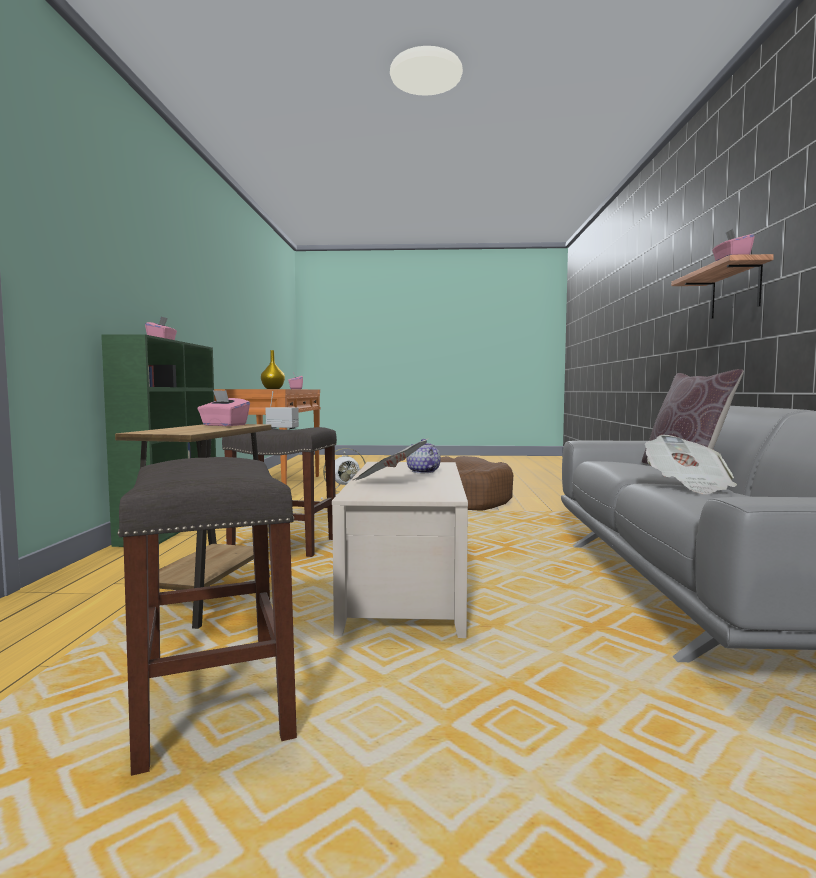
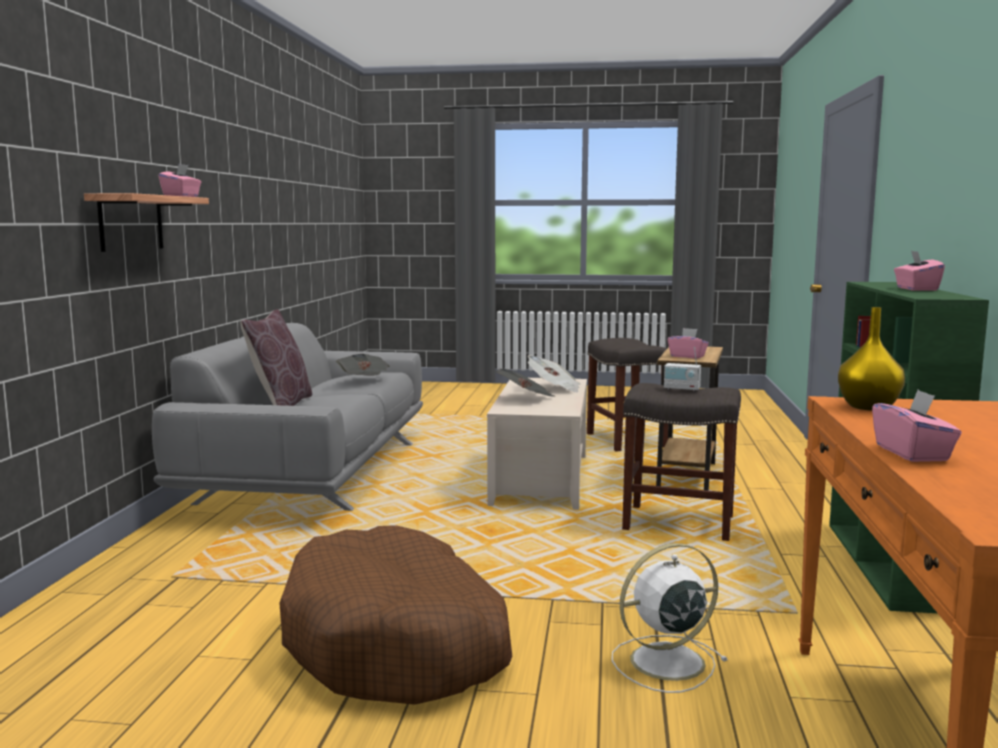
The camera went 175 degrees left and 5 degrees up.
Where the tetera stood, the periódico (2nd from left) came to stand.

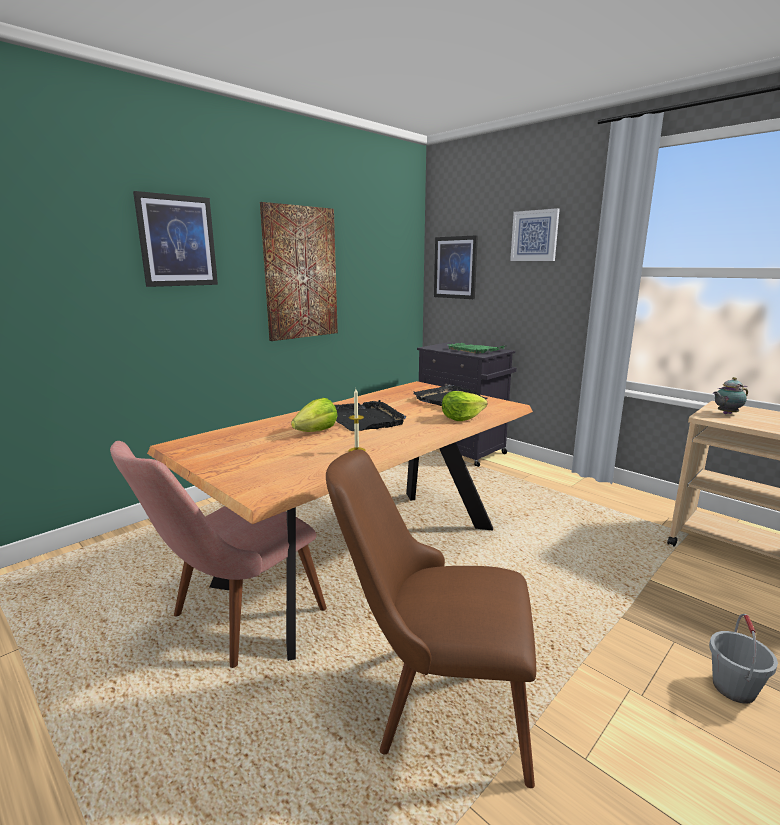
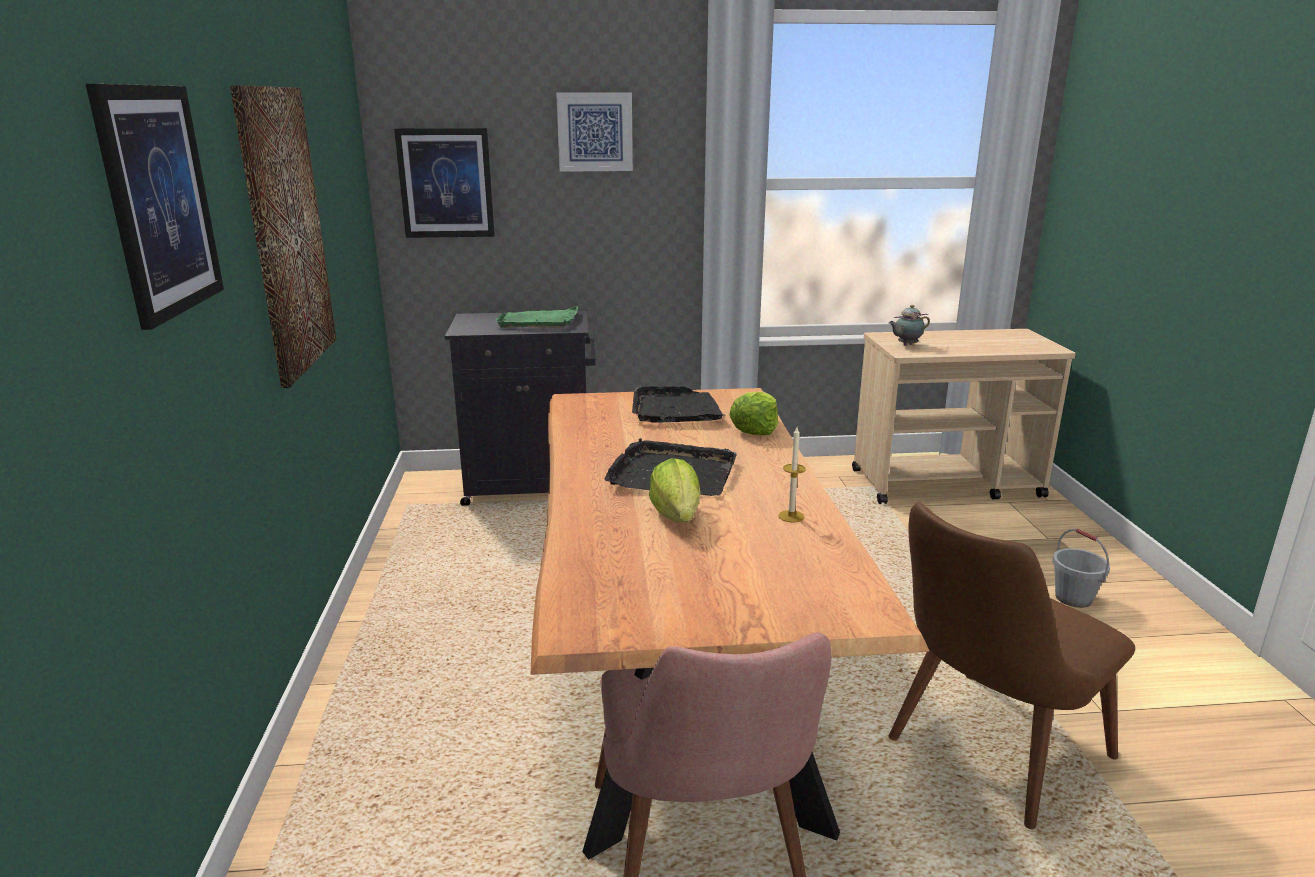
The camera went 50 degrees left and 5 degrees up.
The tetera ended up facing another way, 45 degrees clockwise from before.

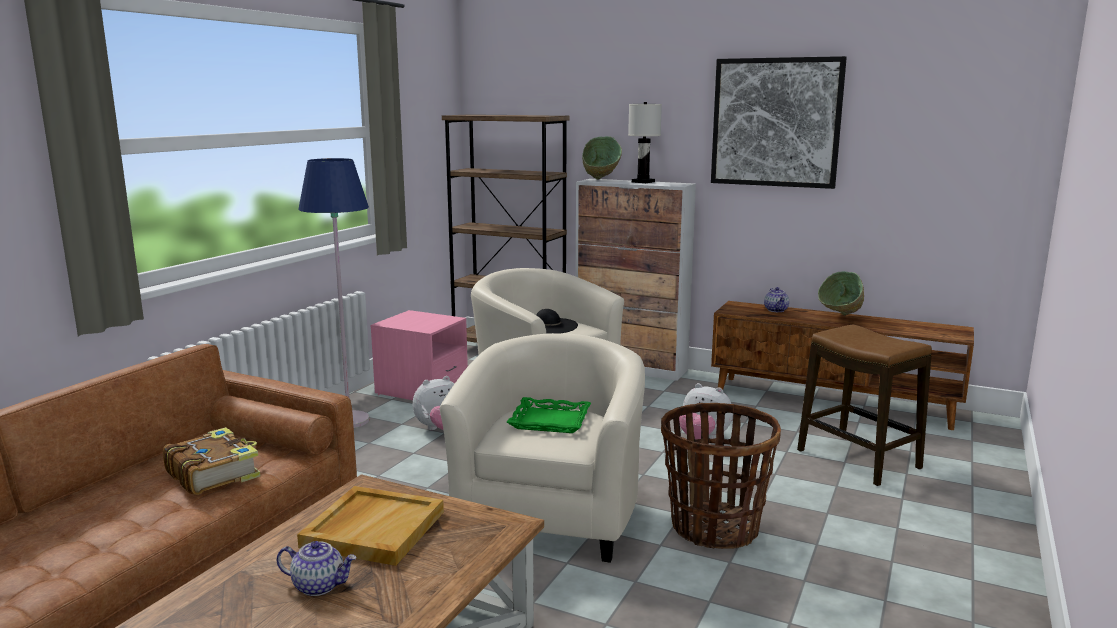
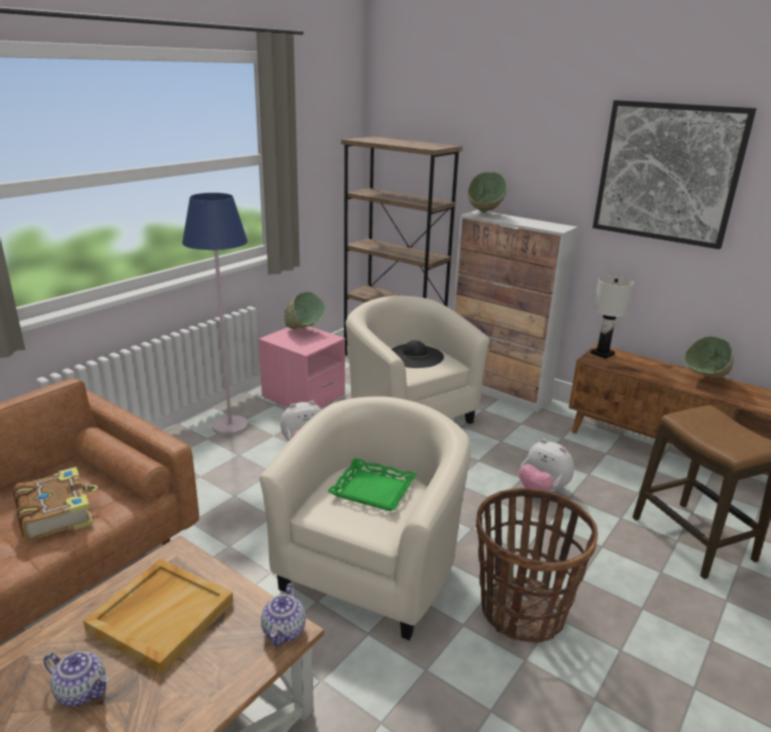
The camera went 10 degrees right and 10 degrees up.
The tetera (2nd from left) ended up elsewhere.
The second view gained the cuenco [verde] (1st from left).
The lámpara de mesa [blanco] ended up elsewhere.

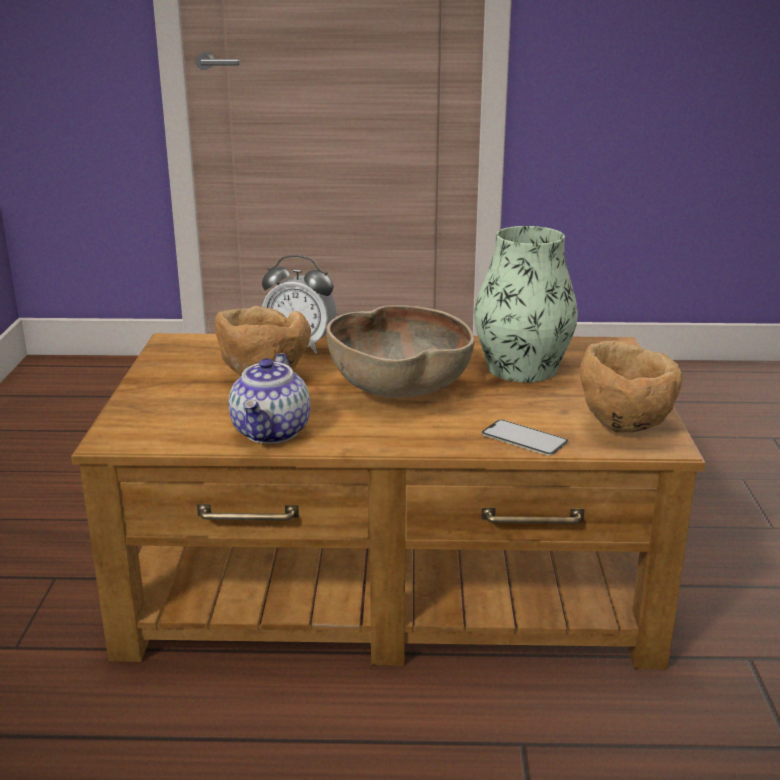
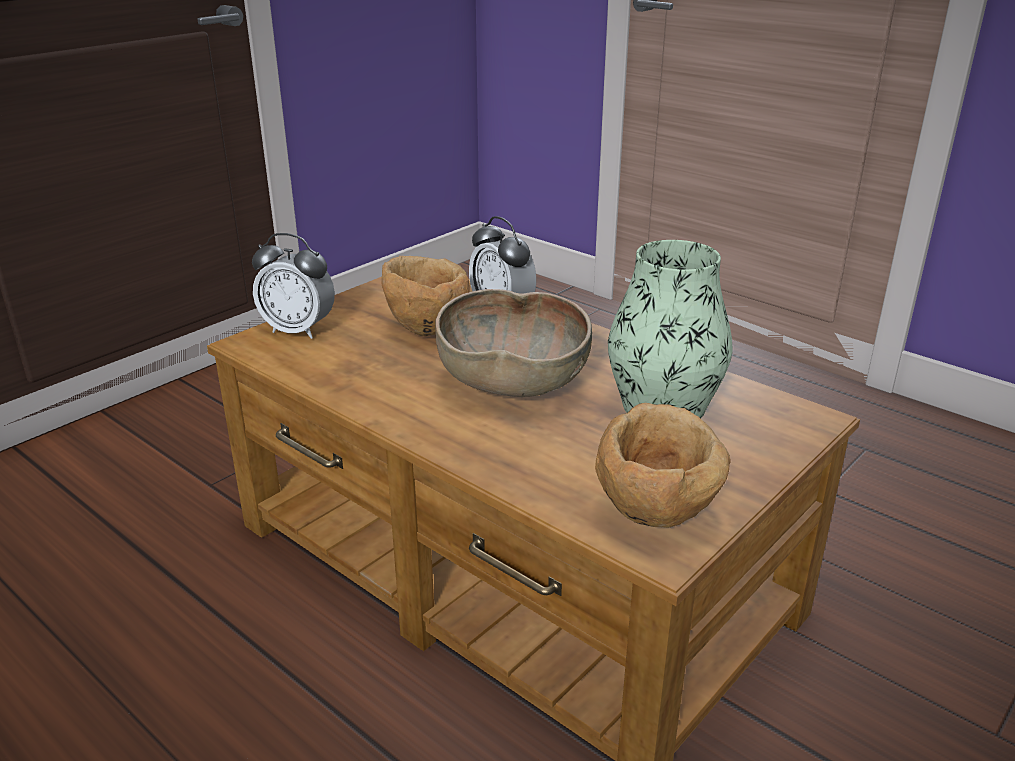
The camera went 40 degrees right and 5 degrees up.
The second view gained the despertador (1st from left).
The second view lost the tetera.
The second view lost the móvil.

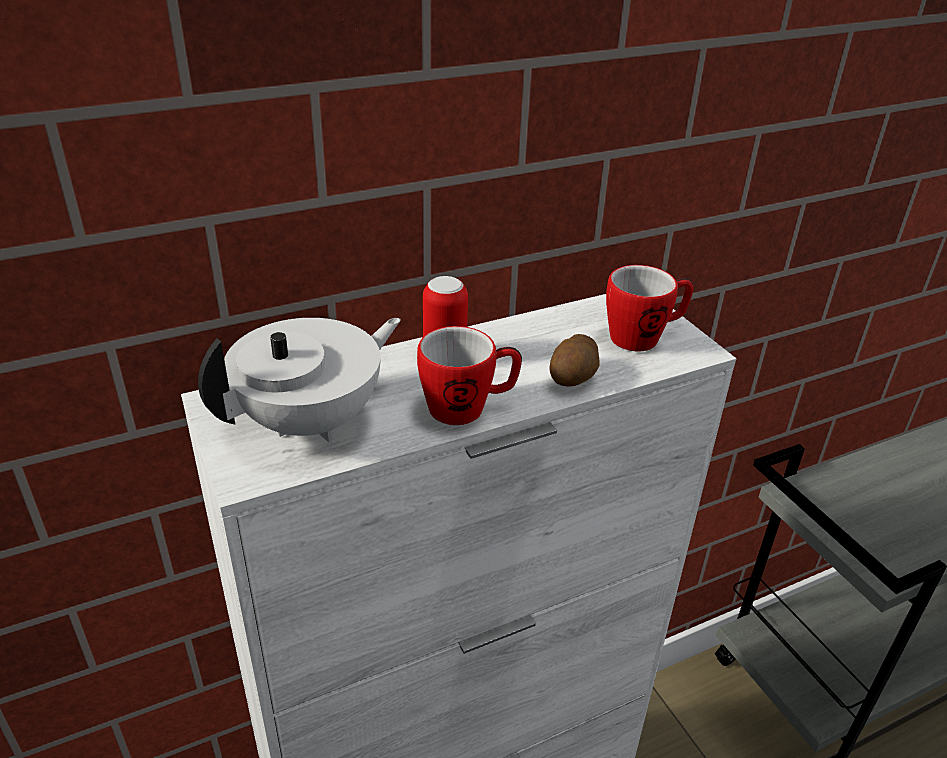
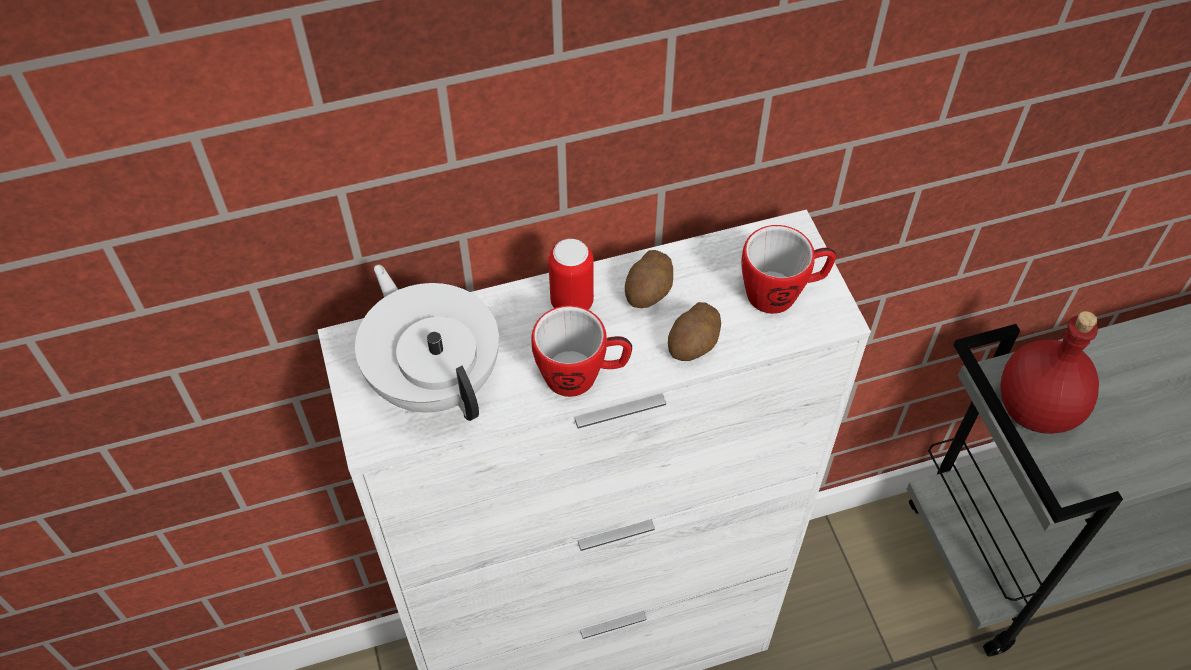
The camera went 10 degrees right and 20 degrees up.
The tetera [blanco] ended up facing another way, 90 degrees counterclockwise from before.
The second view gained the patata (1st from left).
The second view gained the botella [rojo].

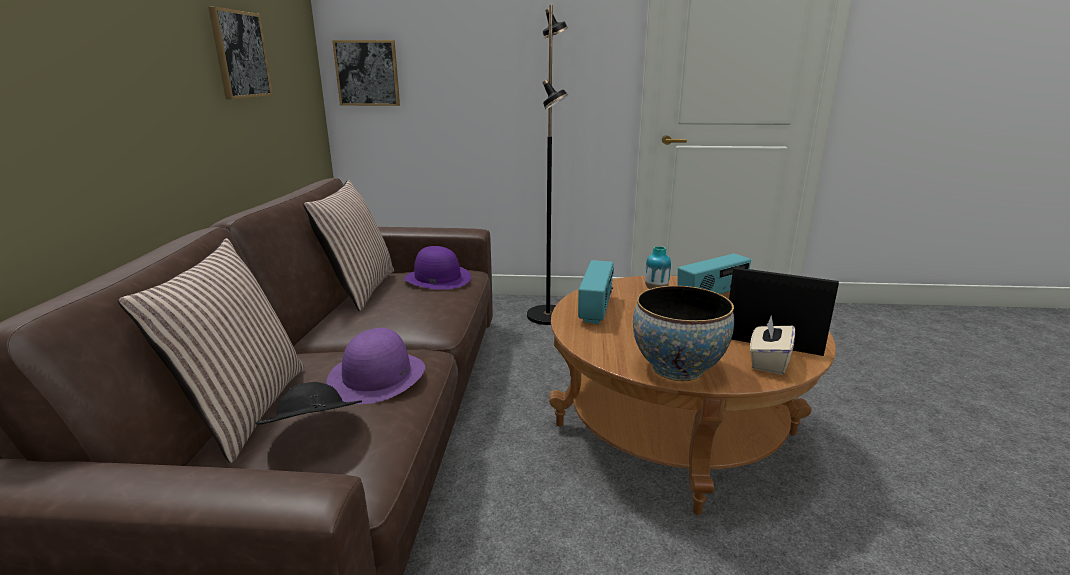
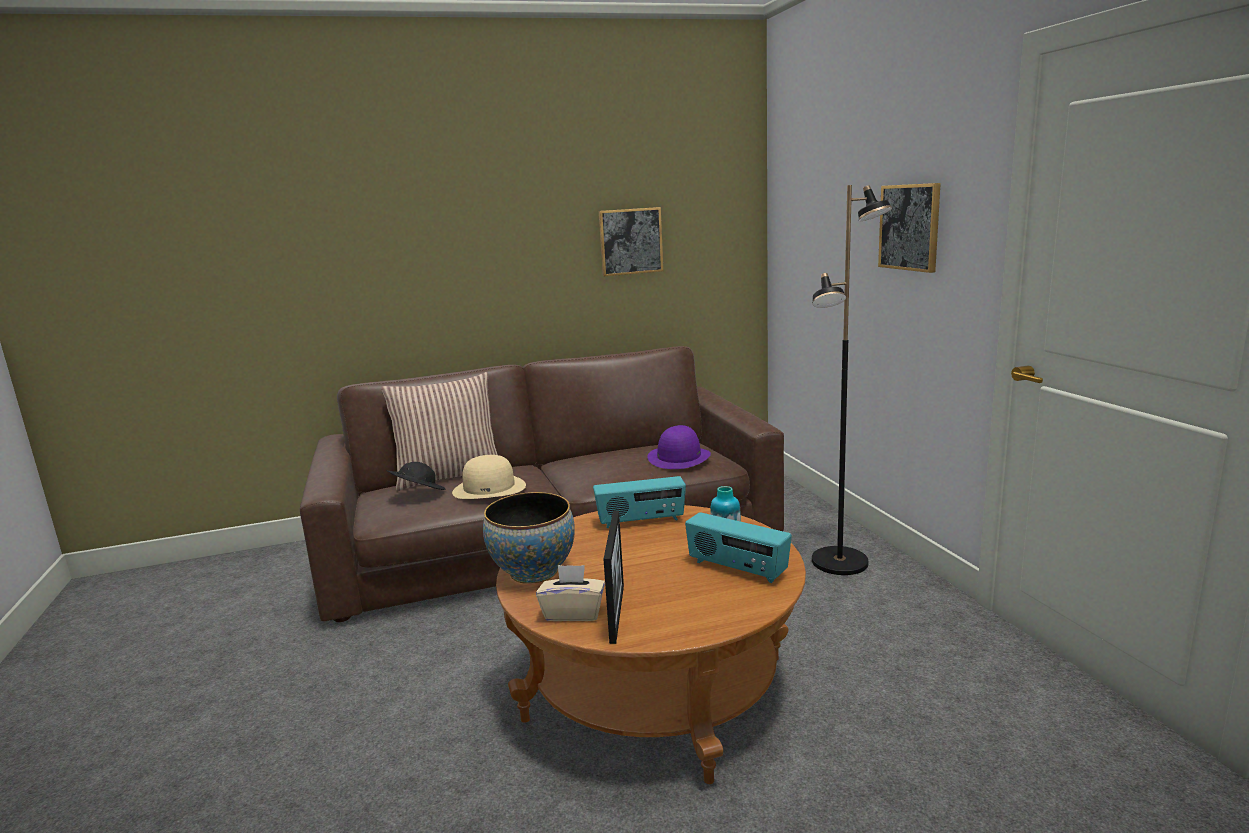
The camera went 70 degrees right and 5 degrees down.
What was the sombrero [morado] (1st from left) turned into the sombrero [beis].
The cuadro (2nd from left) ended up elsewhere.
The second view lost the cojín (2nd from left).

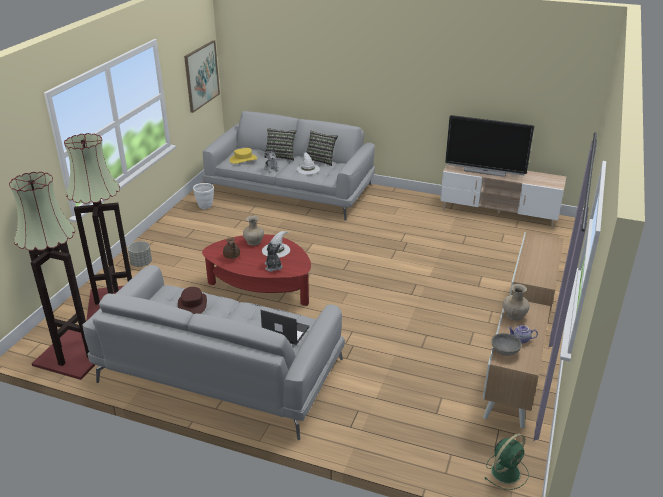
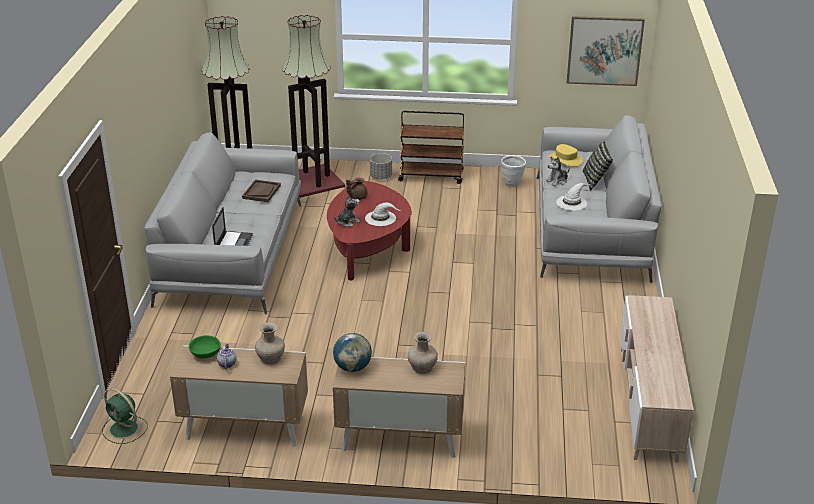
The camera went 75 degrees right and 0 degrees up.
What was the cuenco [gris] turned into the cuenco [verde].
Where the sombrero [marrón] stood, the bandeja [marrón] came to stand.
The second view gained the globo terráqueo.
The second view gained the carrito [marrón].
The florero [beis] (1st from left in the first image) ended up elsewhere.
The second view lost the cojín (2nd from left).
The second view lost the televisor.

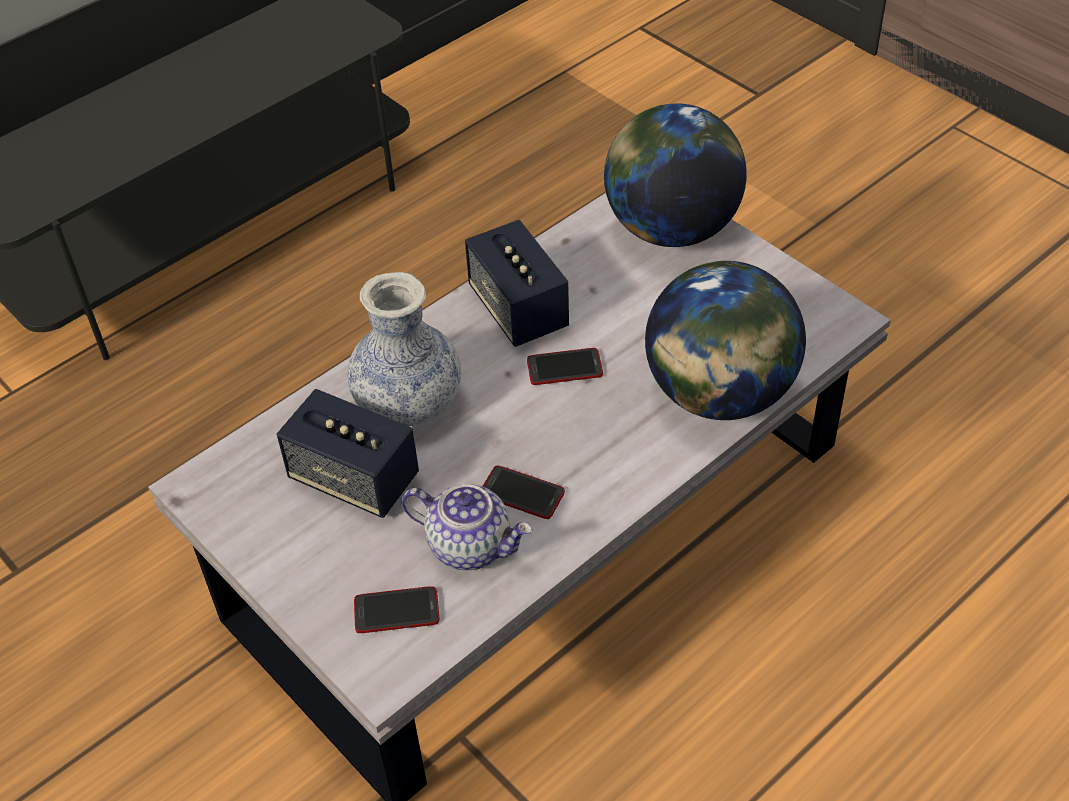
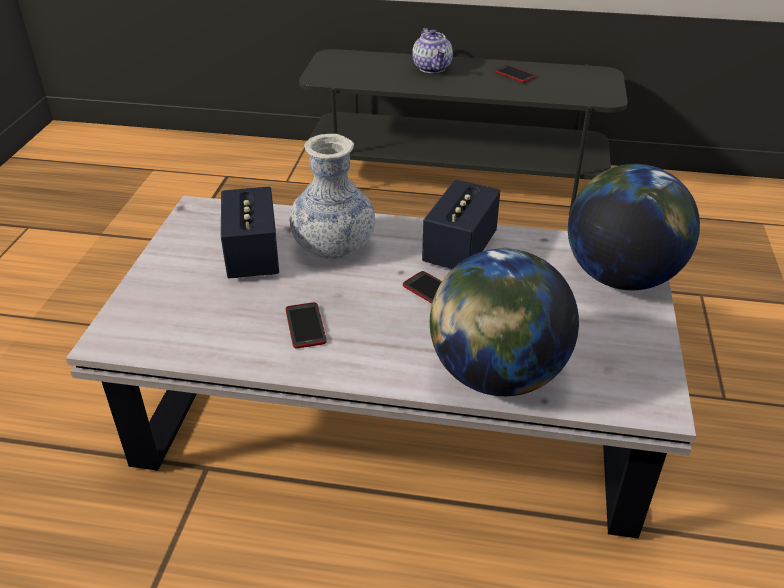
The camera went 50 degrees right and 10 degrees down.
The tetera ended up elsewhere.
The móvil (1st from left in the first image) ended up elsewhere.

